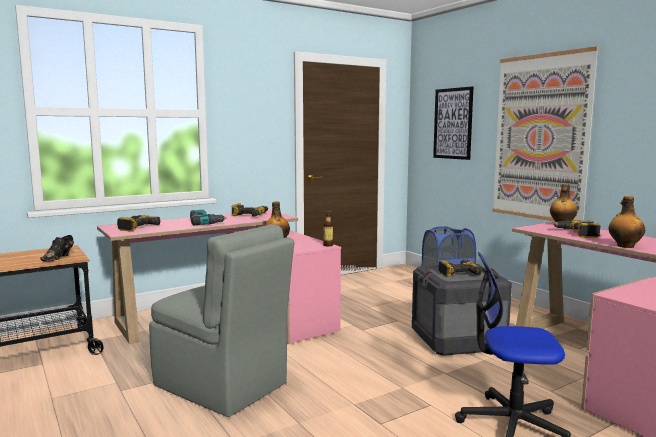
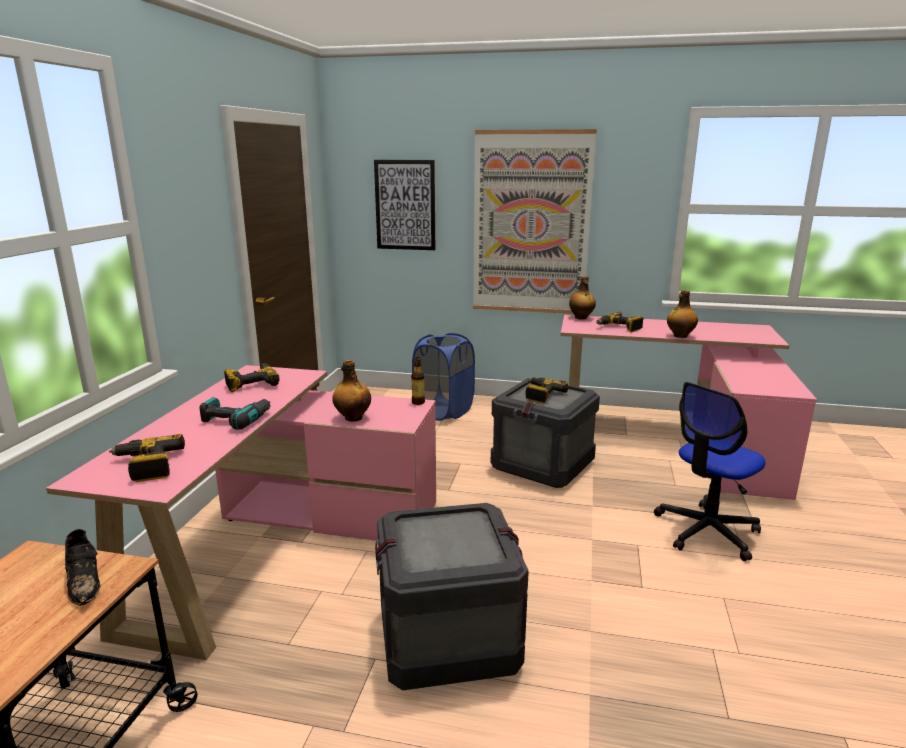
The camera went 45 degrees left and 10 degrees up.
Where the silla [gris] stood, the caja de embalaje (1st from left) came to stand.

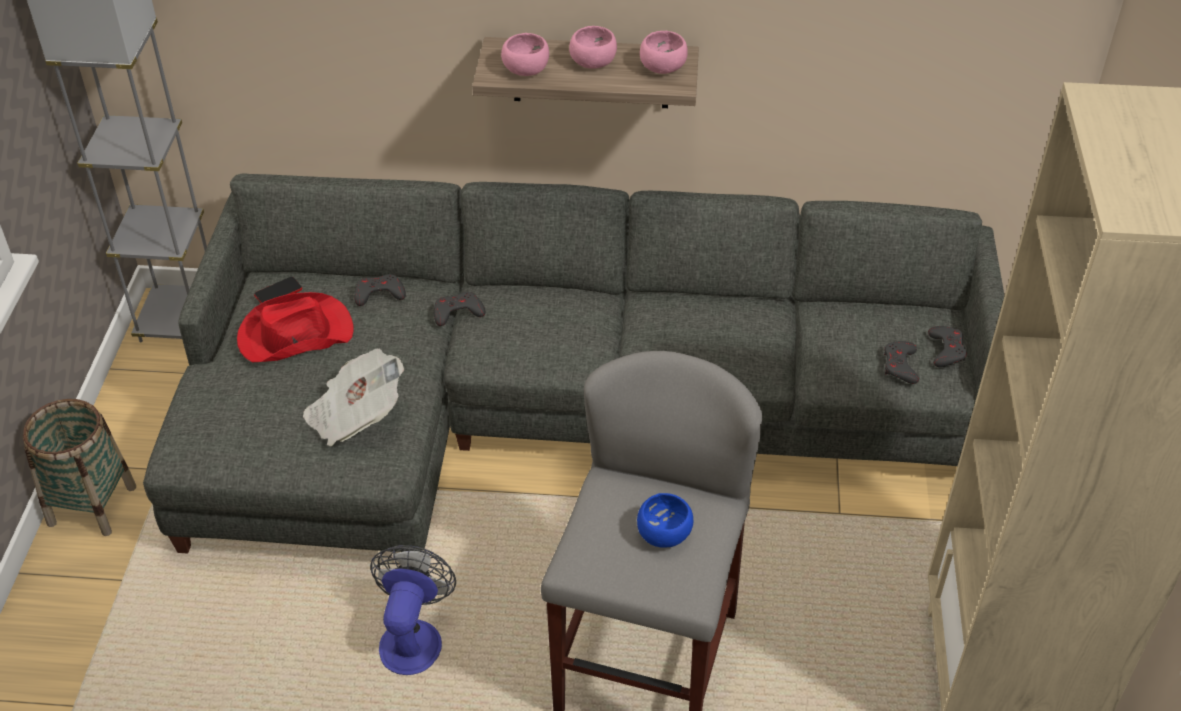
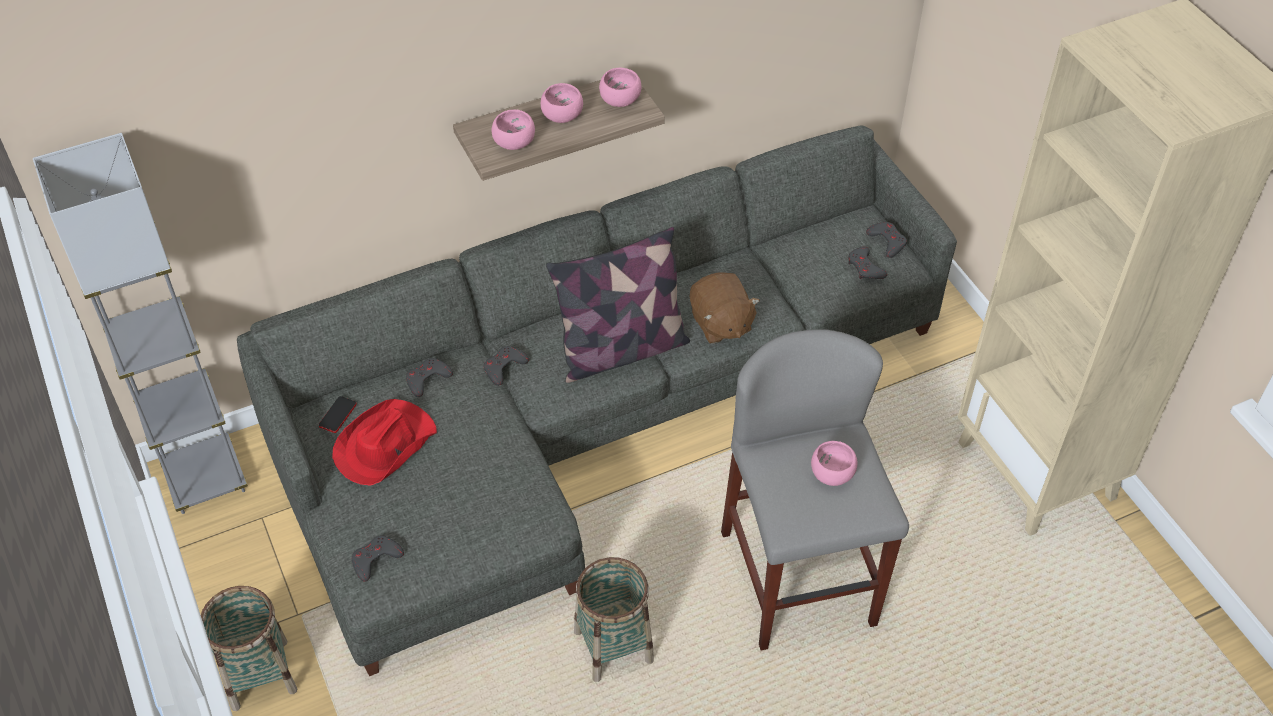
The camera went 30 degrees left and 5 degrees up.
The second view gained the mando de consola [gris] (1st from left).
The second view gained the cojín.
Where the ventilador stood, the cesta (2nd from left) came to stand.
The second view gained the peluche [marrón].
What was the cuenco [azul] turned into the cuenco [rosa] (4th from left).
The second view lost the periódico.

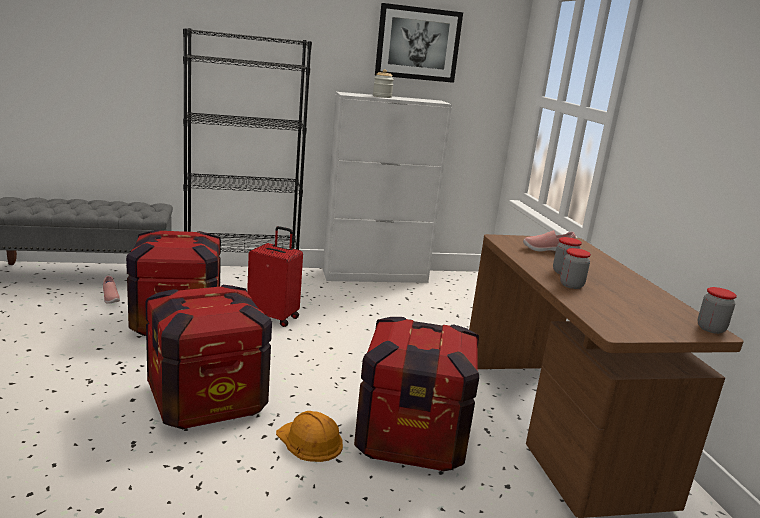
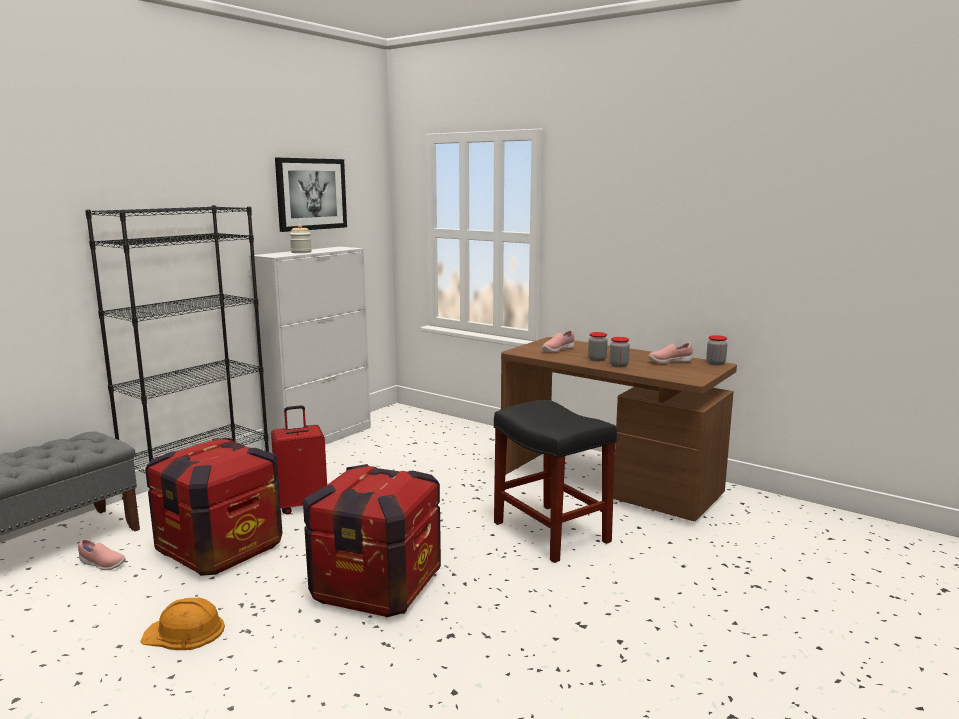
The camera went 40 degrees left and 5 degrees down.
The casco [naranja] ended up elsewhere.
Where the caja de embalaje (3rd from left) stood, the taburete [negro] came to stand.
The second view gained the zapato [rosa] (3rd from left).

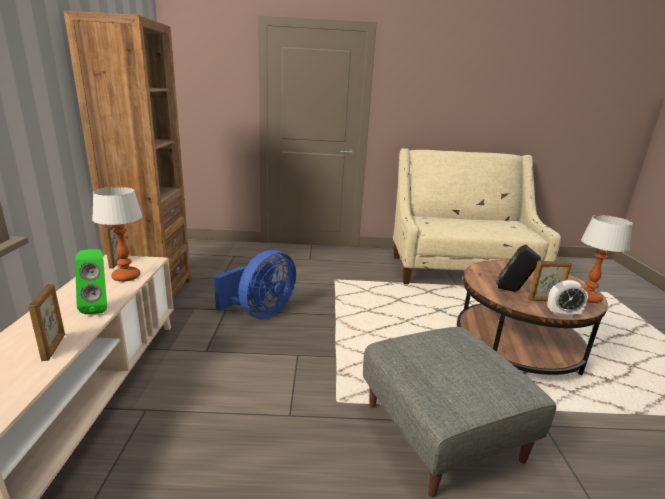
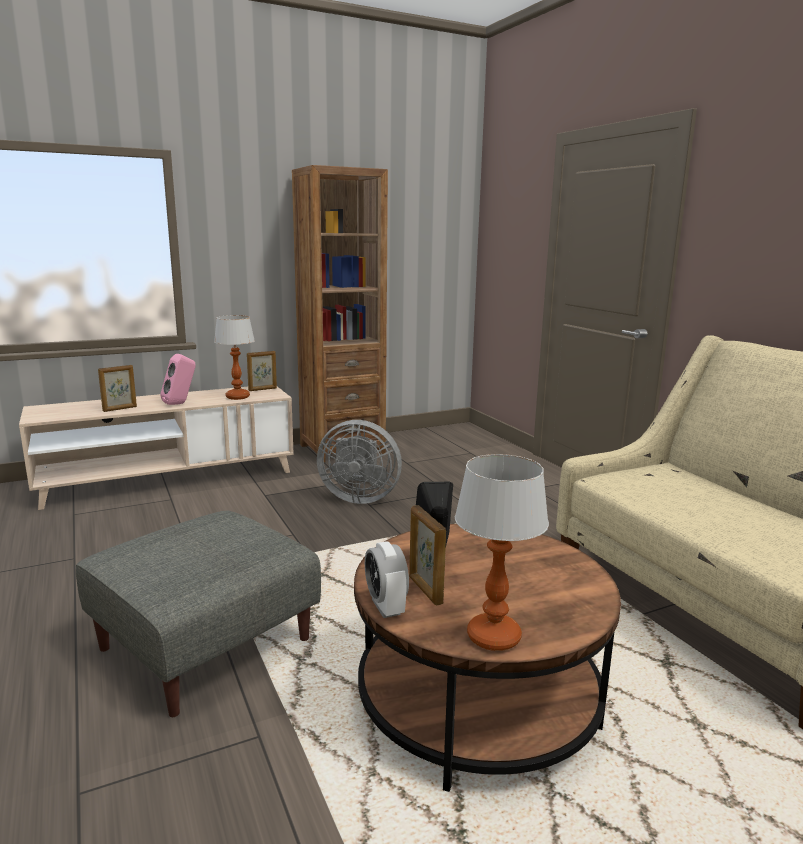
The camera went 65 degrees right and 5 degrees down.
What was the altavoz [verde] turned into the altavoz [rosa].
What was the ventilador [azul] turned into the ventilador [gris].

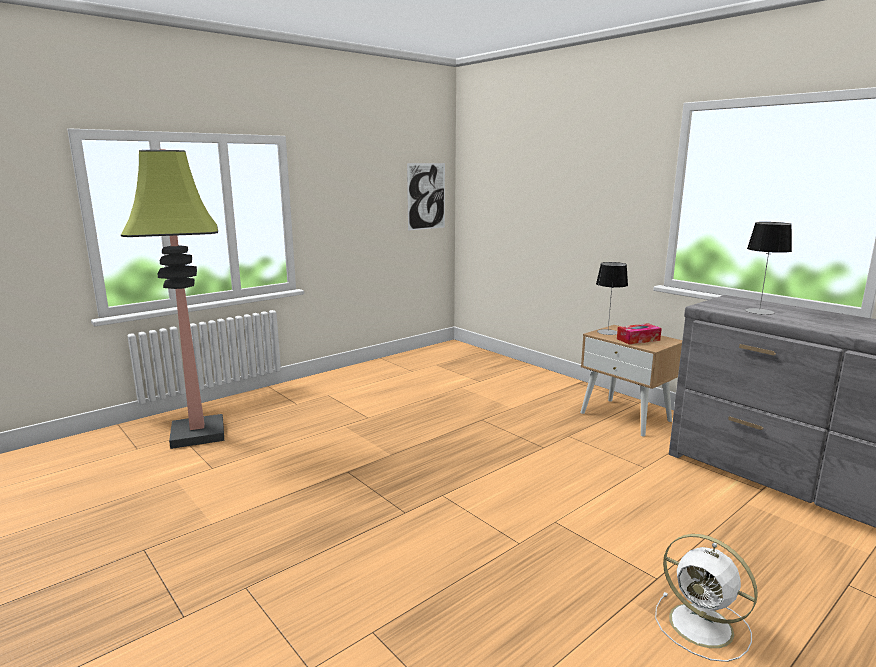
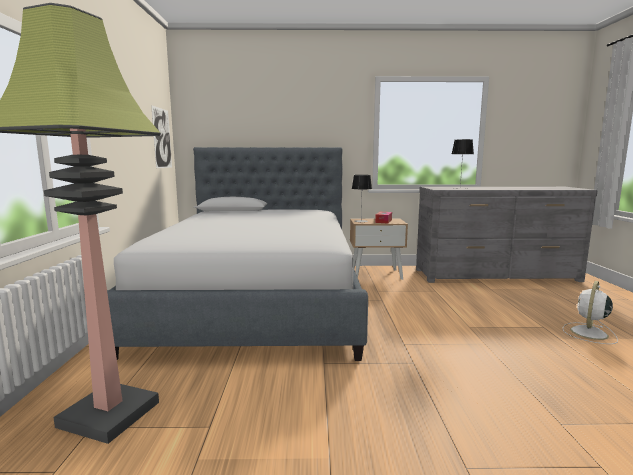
The camera went 50 degrees left and 5 degrees down.
The second view gained the cama.
The ventilador [blanco] ended up facing another way, 135 degrees clockwise from before.

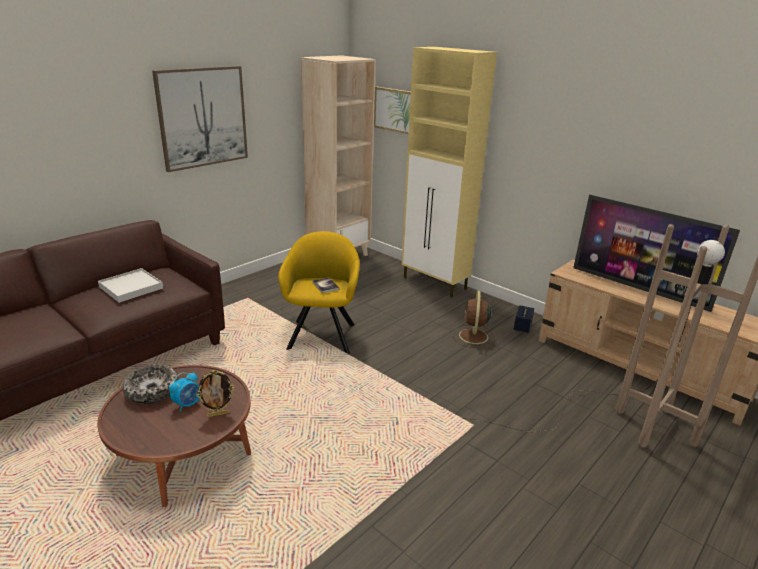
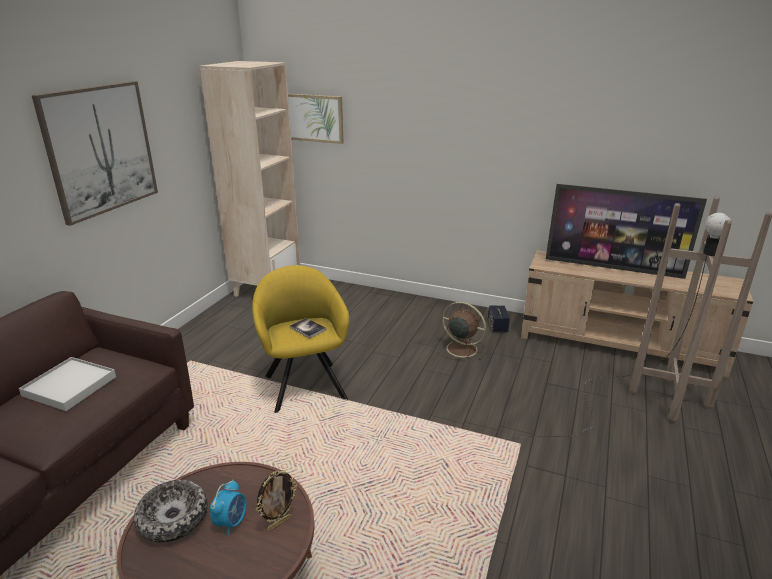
The camera went 20 degrees left and 0 degrees up.
The ventilador [marrón] ended up facing another way, 135 degrees clockwise from before.
The second view lost the armario [beis].

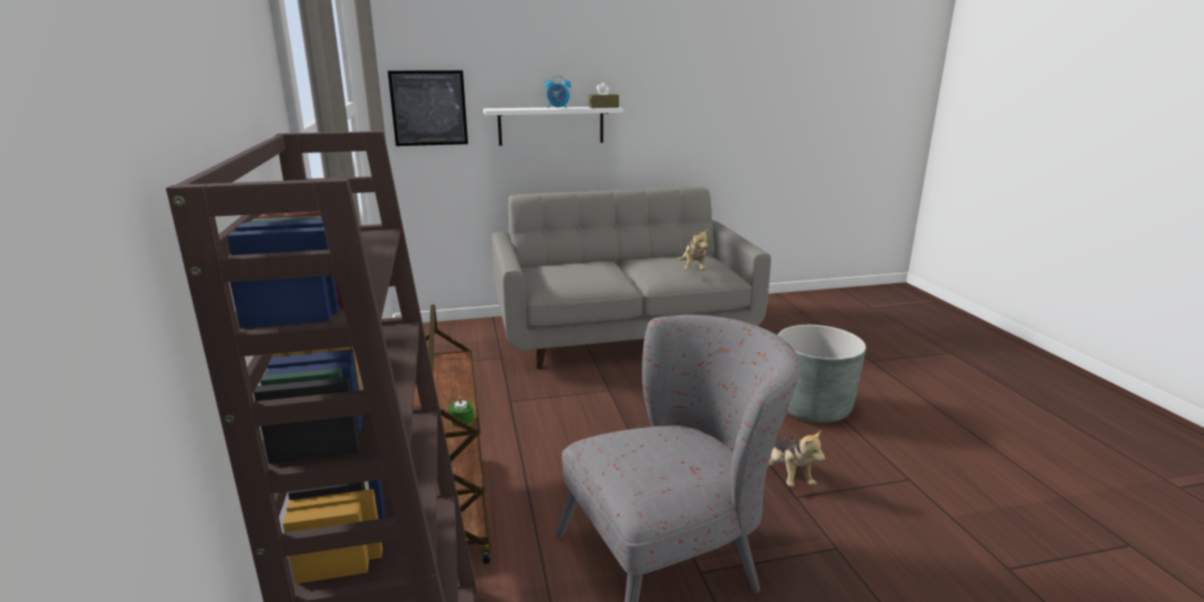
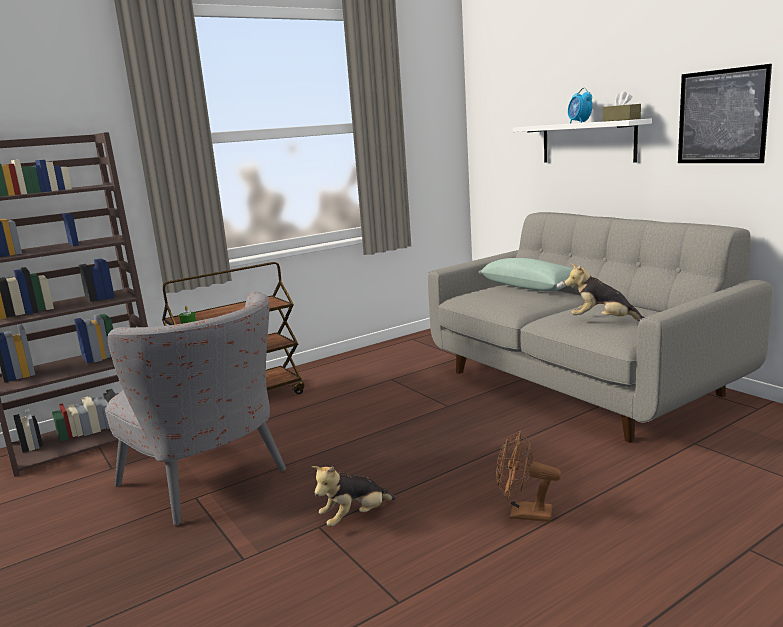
The camera went 70 degrees right and 5 degrees down.
The second view gained the cojín [verde].
Where the maceta [gris] stood, the ventilador [marrón] came to stand.
The peluche (1st from left in the first image) ended up facing another way, 45 degrees clockwise from before.
The cuadro ended up elsewhere.

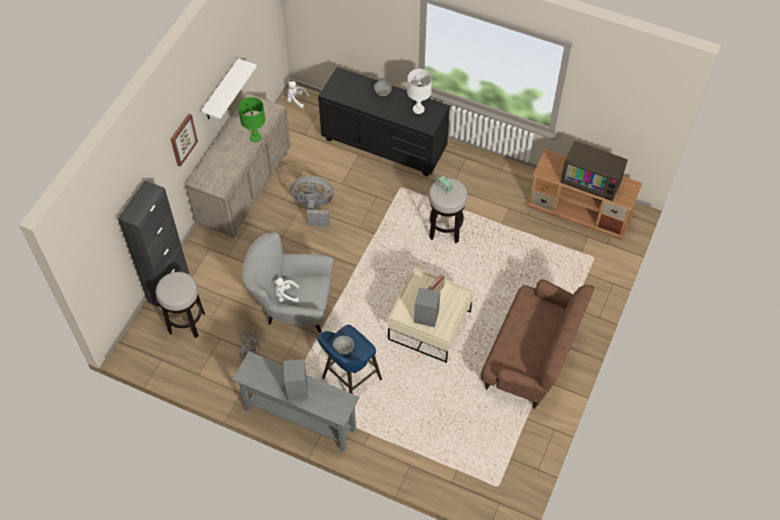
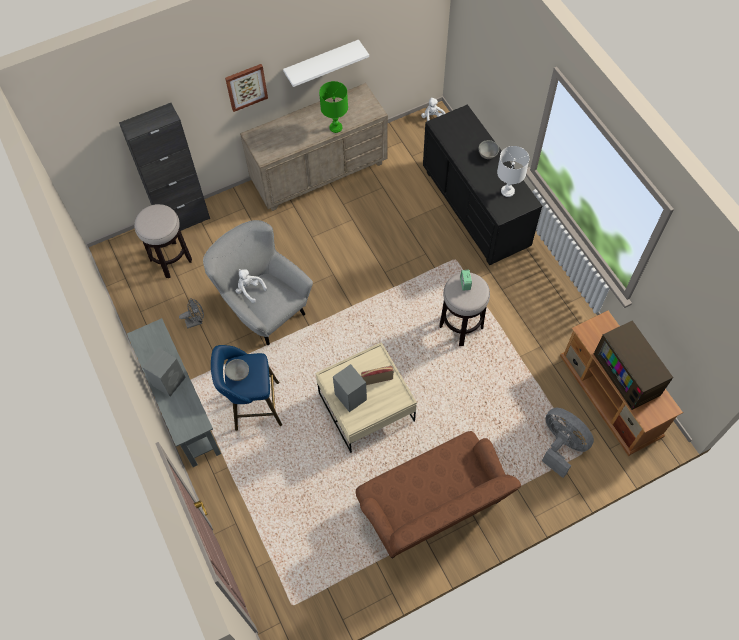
The camera went 40 degrees right and 5 degrees up.
The ventilador [gris] (2nd from left) ended up elsewhere.

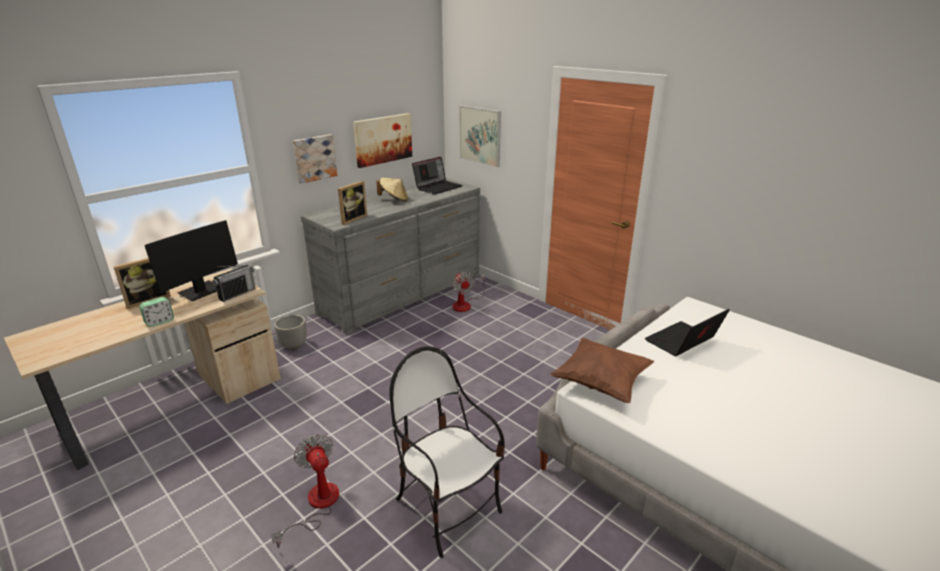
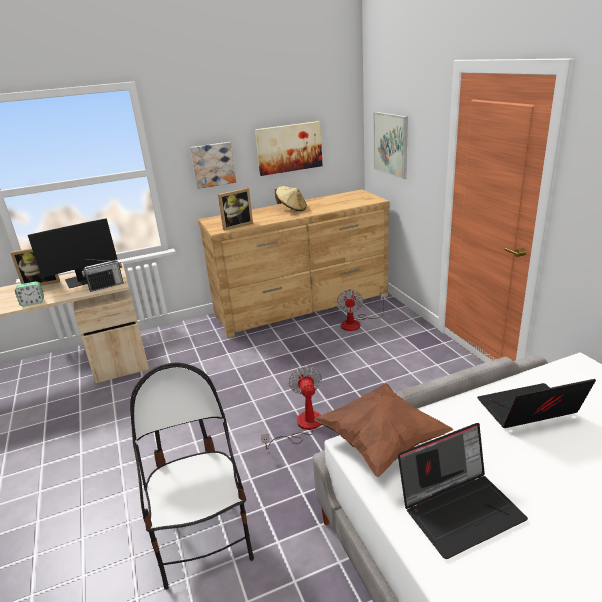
The camera went 25 degrees right and 0 degrees up.
What was the cómoda [gris] turned into the cómoda [marrón].
The ventilador (1st from left) ended up elsewhere.
The portátil (1st from left) ended up elsewhere.
The second view lost the maceta.

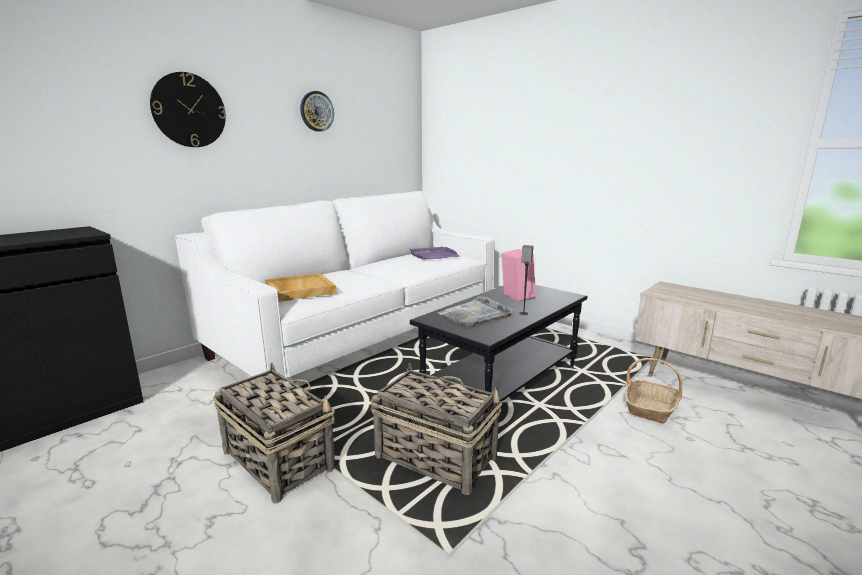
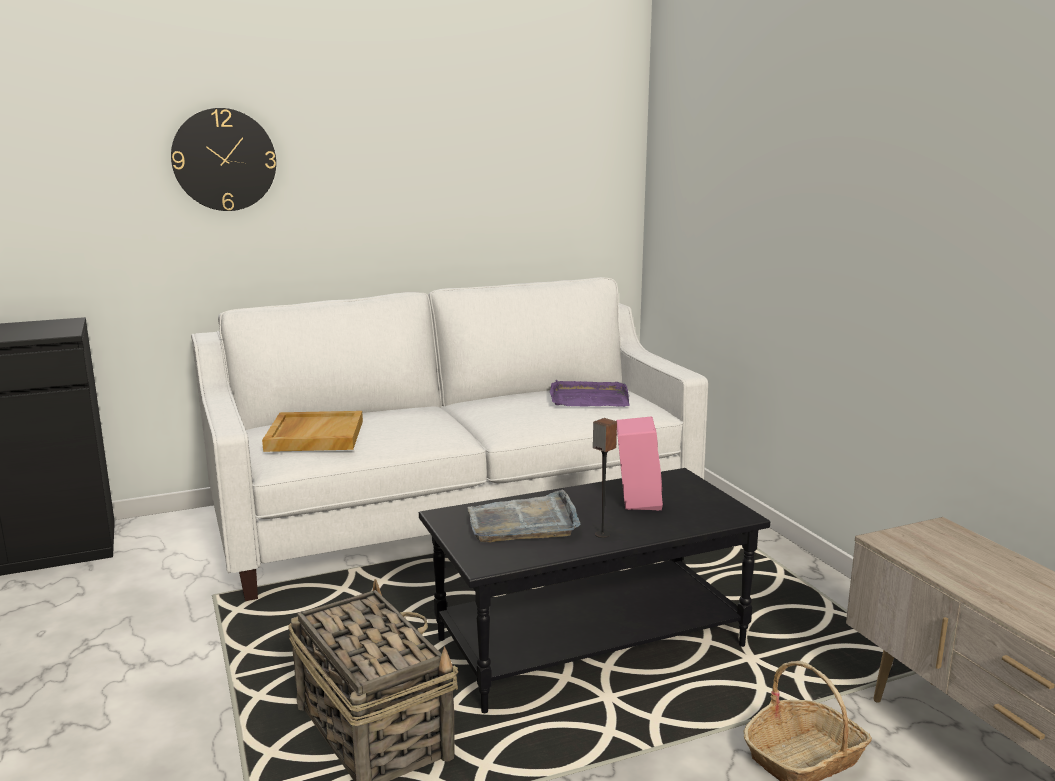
The camera went 25 degrees right and 0 degrees up.
The second view lost the cesta (1st from left).
The second view lost the reloj de pared (2nd from left).

